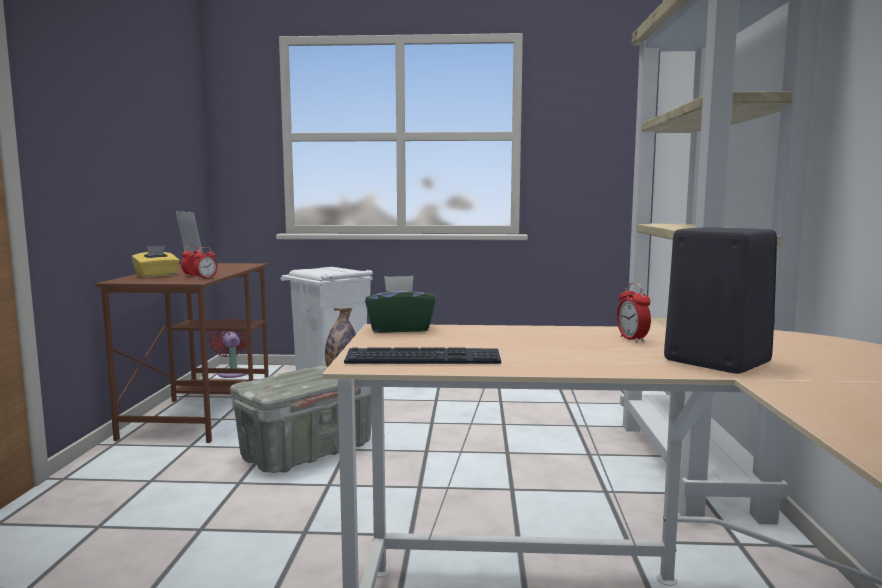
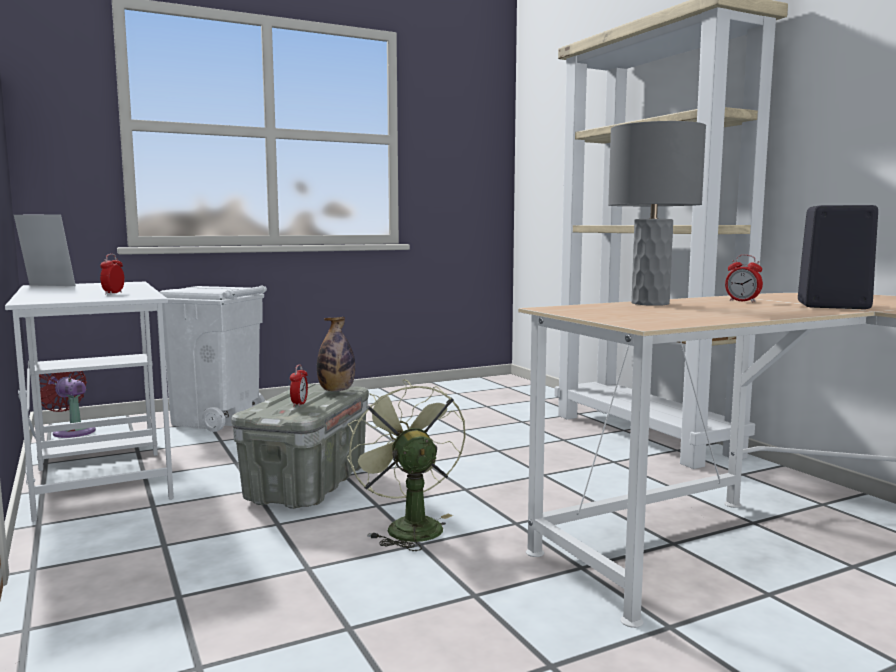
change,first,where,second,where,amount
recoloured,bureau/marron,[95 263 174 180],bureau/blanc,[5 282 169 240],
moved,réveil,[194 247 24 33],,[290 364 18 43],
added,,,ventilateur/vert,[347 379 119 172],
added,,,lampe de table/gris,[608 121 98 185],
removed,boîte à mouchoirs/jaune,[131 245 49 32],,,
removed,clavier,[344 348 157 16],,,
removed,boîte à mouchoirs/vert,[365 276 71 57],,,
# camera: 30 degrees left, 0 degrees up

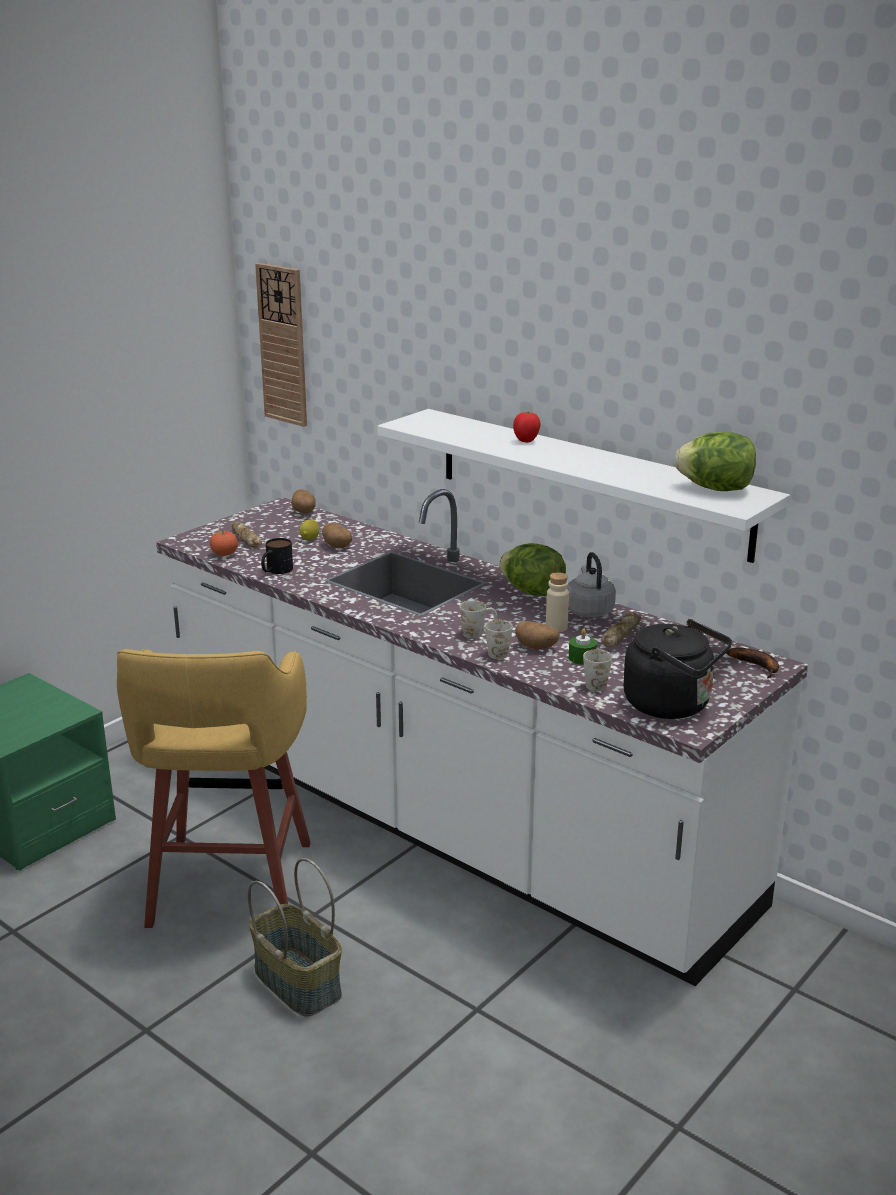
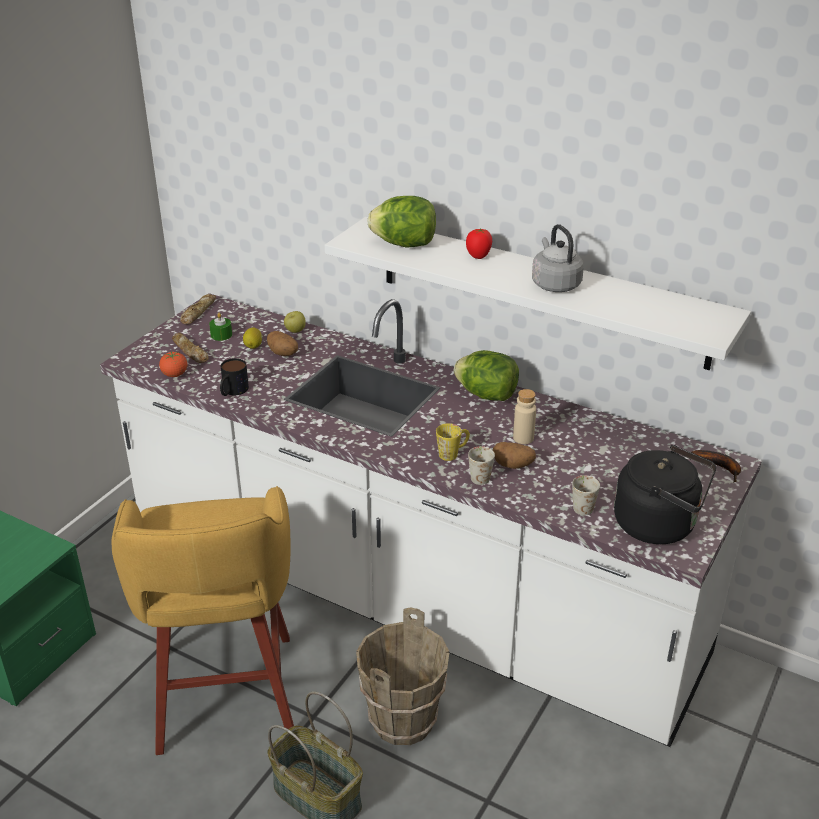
change,first,where,second,where,amount
moved,pain,[601 613 41 34],,[180 294 36 30],
moved,bougie/vert,[569 628 28 37],,[209 313 23 28],
added,,,pomme,[284 311 22 22],
added,,,seau/marron,[356 607 93 138],
moved,laitue,[675 432 81 59],,[367 196 69 51],
recoloured,mug/blanc,[460 600 37 39],mug/jaune,[436 423 34 38],
moved,bouilloire/gris,[566 552 50 65],,[532 224 52 68],
removed,horloge murale,[255 263 52 164],,,
removed,pomme de terre,[291 489 25 25],,,
# camera: 10 degrees left, 10 degrees up

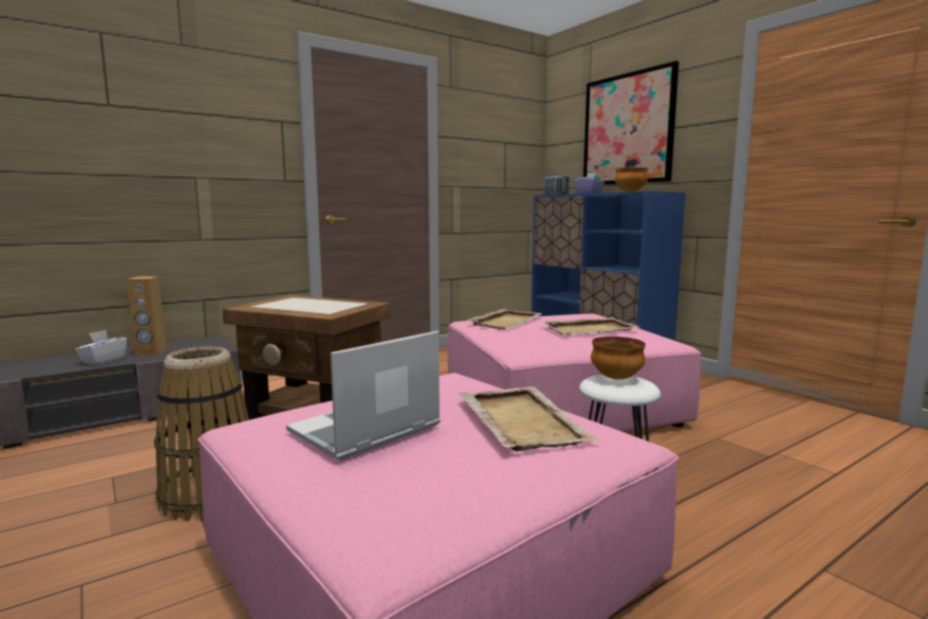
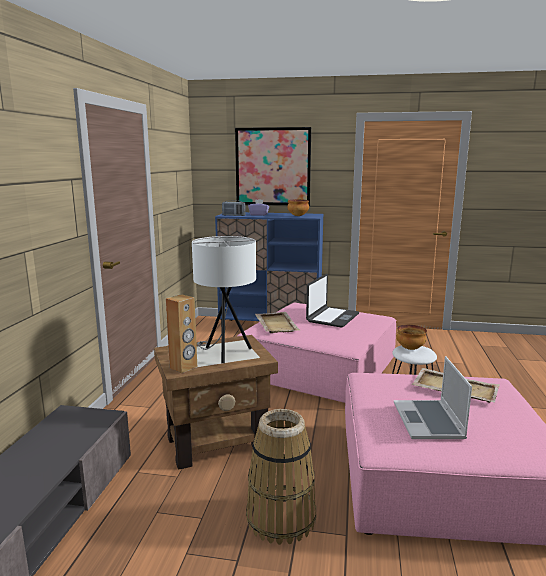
change,first,where,second,where,amount
moved,enceinte/marron,[127 276 40 80],,[166 294 31 79],
added,,,lampe de table/blanc,[192 236 64 127],
replaced,plateau/beige,[542 317 97 18],ordinateur portable,[306 274 53 54],
removed,boîte à mouchoirs/blanc,[76 330 51 35],,,
# camera: 45 degrees left, 5 degrees up

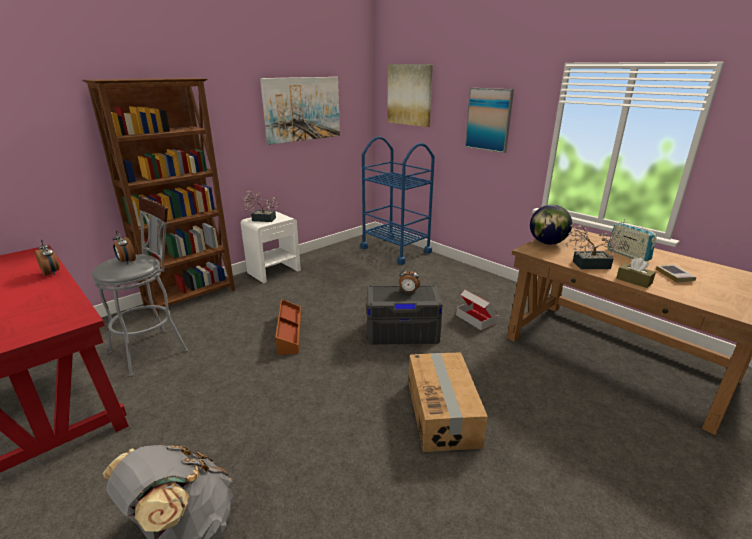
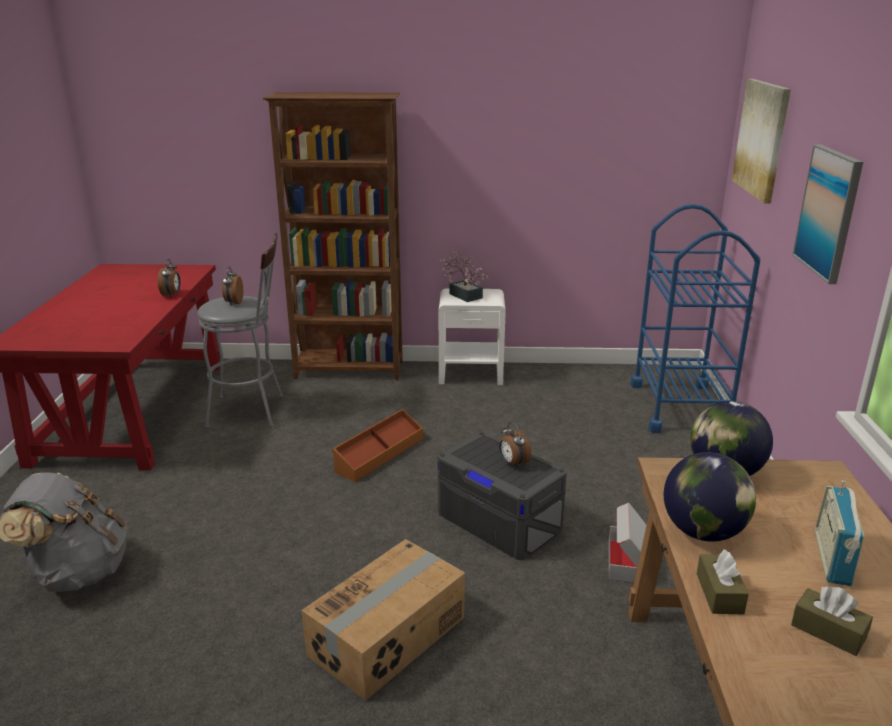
change,first,where,second,where,amount
replaced,plante en pot,[566 222 55 47],globe,[664 452 92 90],
replaced,livre,[656 265 40 17],boîte à mouchoirs/marron,[791 586 82 70],
removed,tableau,[260 77 80 68],,,
# camera: 45 degrees right, 0 degrees up

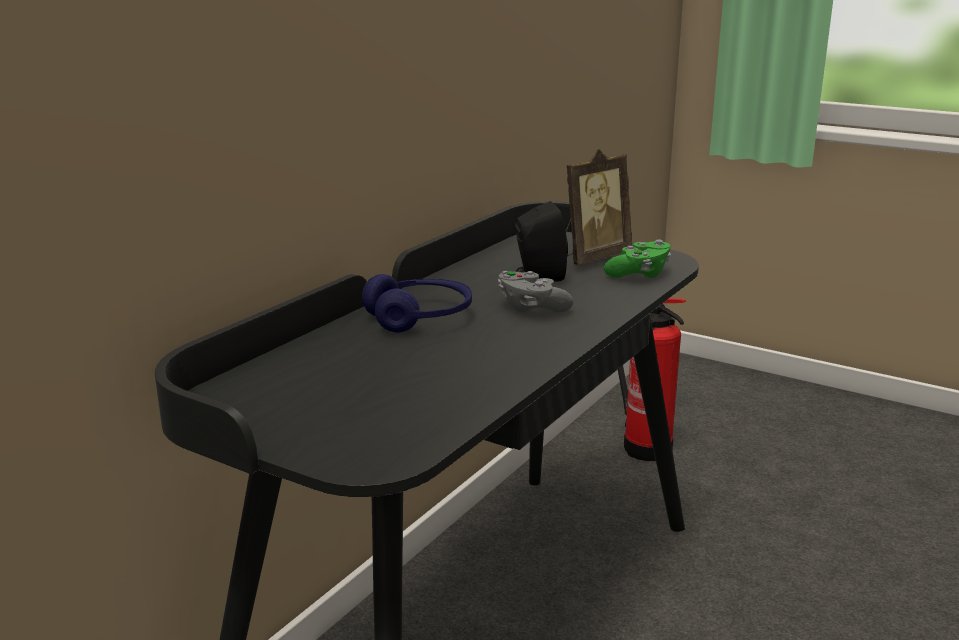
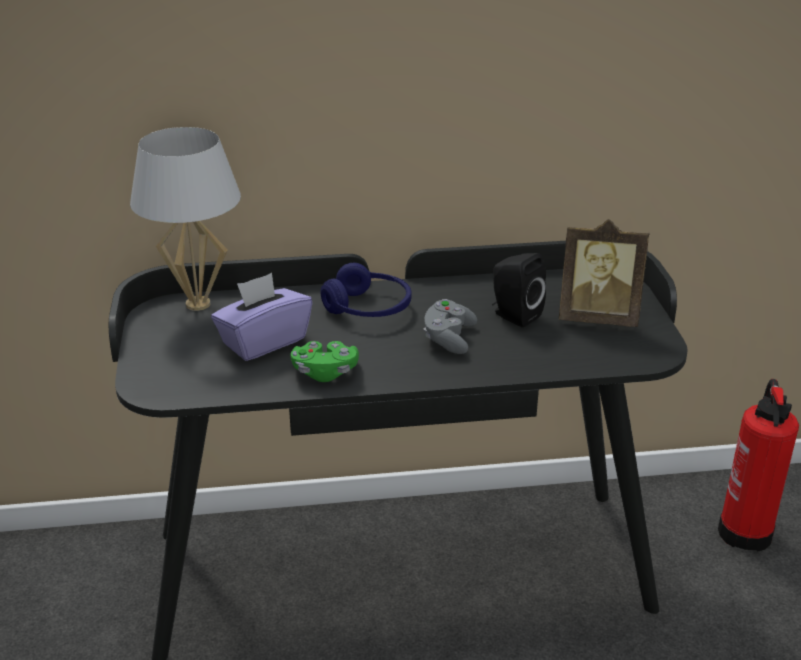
change,first,where,second,where,amount
added,,,lampe de table/blanc,[130 127 111 184],
added,,,boîte à mouchoirs/violet,[211 273 101 88],
moved,manette/vert,[604 240 67 38],,[291 341 68 41],
# camera: 50 degrees right, 10 degrees up

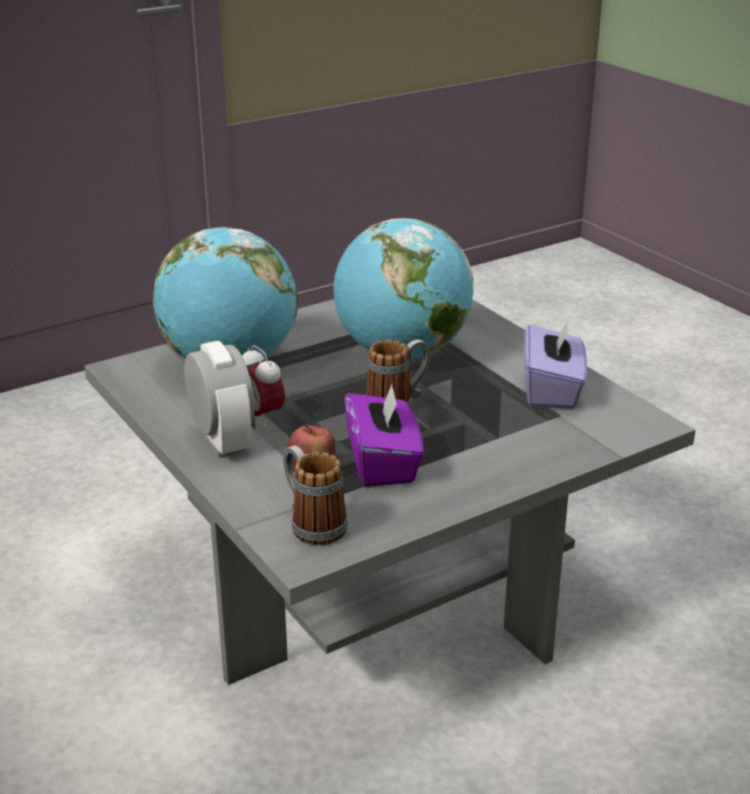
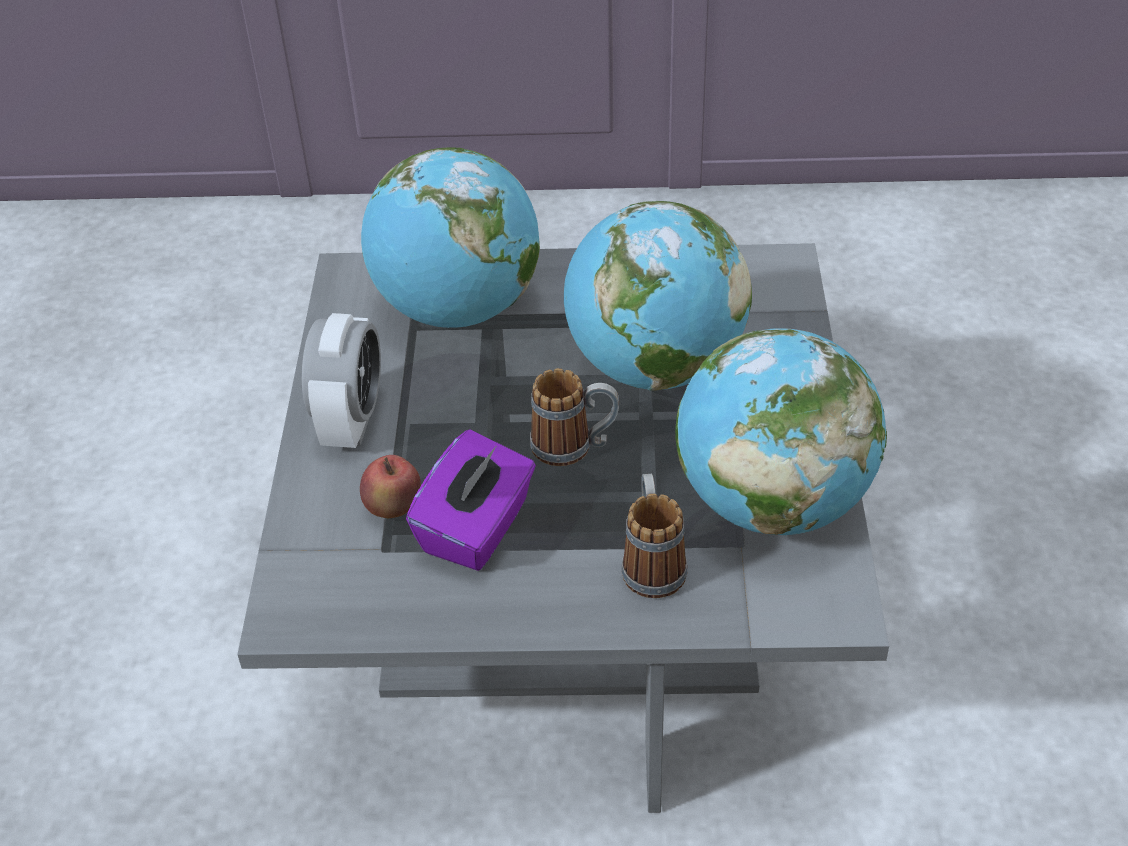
change,first,where,second,where,amount
moved,mug,[283 445 65 100],,[622 473 65 125],
replaced,boîte à mouchoirs/violet,[524 320 63 89],globe,[675 328 212 207],
removed,réveil,[242 345 43 81],,,
# camera: 35 degrees right, 15 degrees up

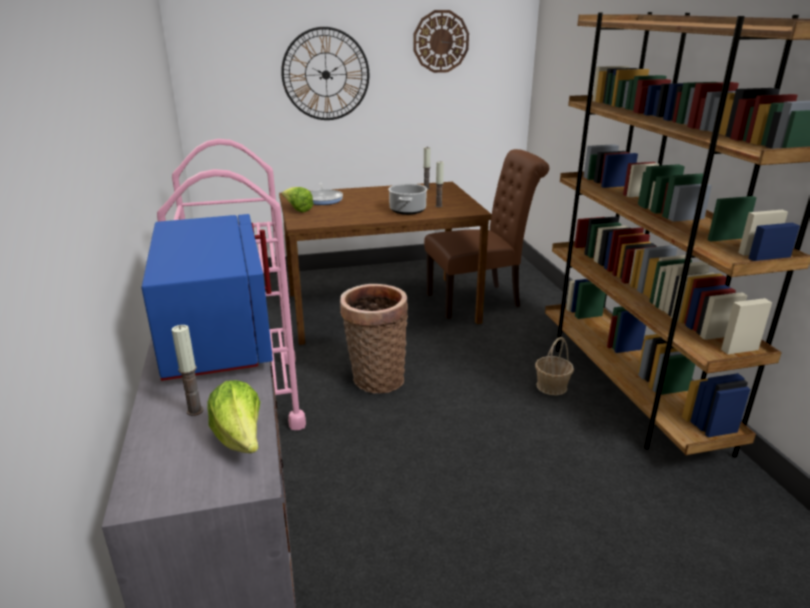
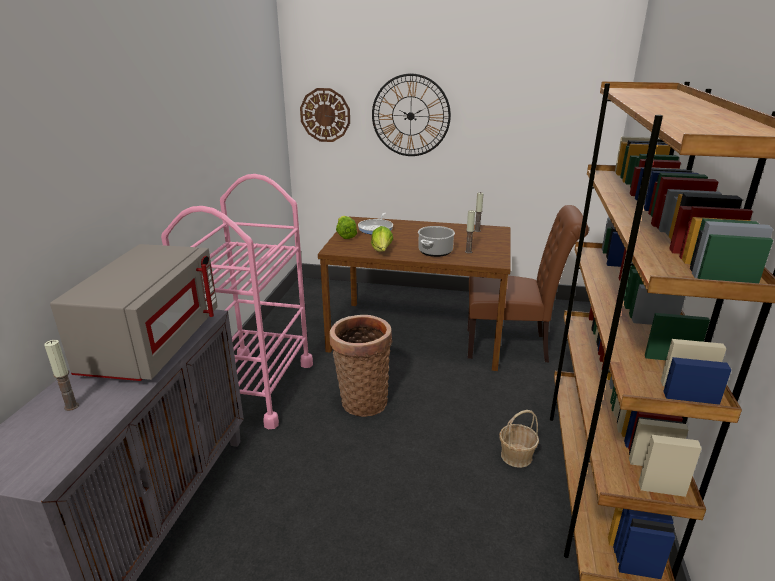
change,first,where,second,where,amount
recoloured,micro-ondes/bleu,[141 214 132 167],micro-ondes/gris,[50 244 168 137],
moved,horloge murale,[413 10 56 63],,[300 88 50 54],
moved,laitue,[207 380 53 73],,[371 226 22 26],
# camera: 25 degrees right, 0 degrees up

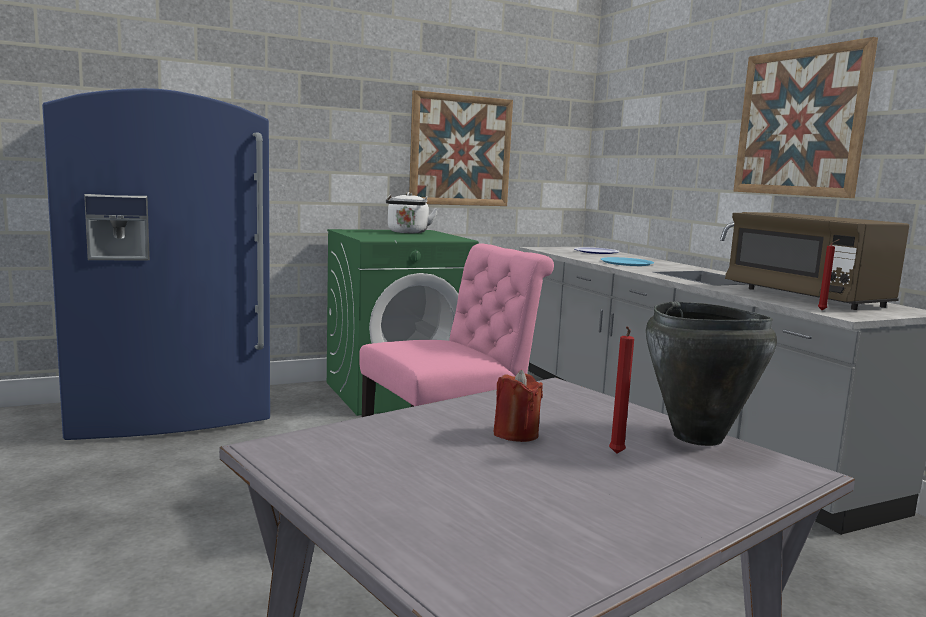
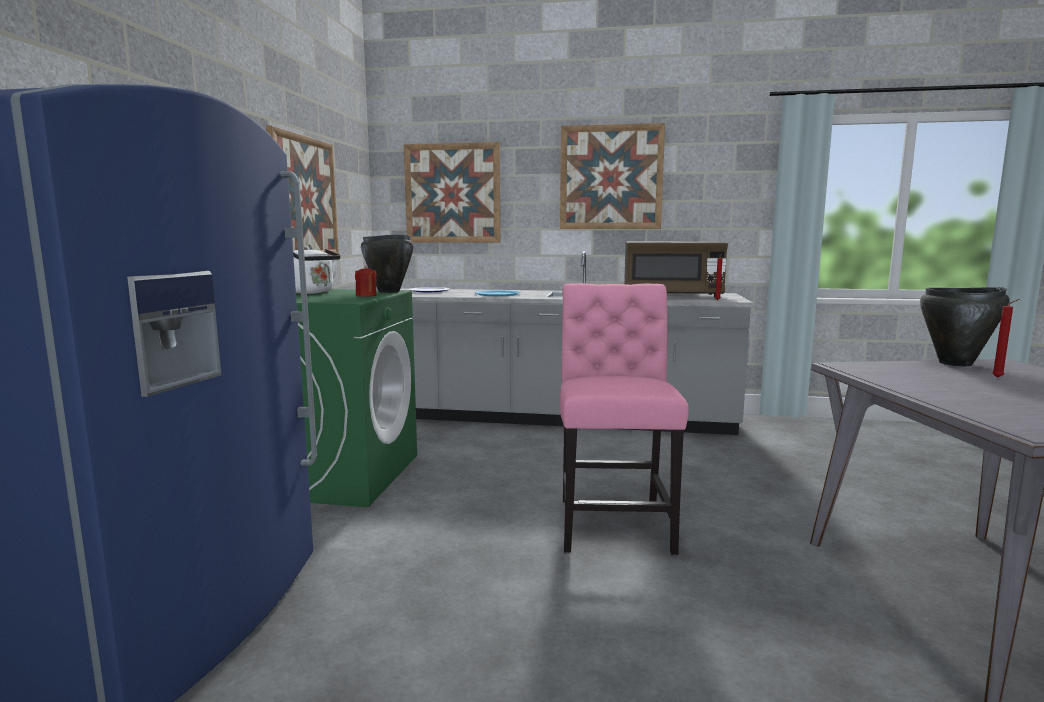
change,first,where,second,where,amount
moved,bougie/rouge,[493 370 50 72],,[355 266 22 31],
added,,,marmite/noir,[361 234 53 59],
added,,,tableau,[404 142 96 101],
# camera: 55 degrees left, 0 degrees up

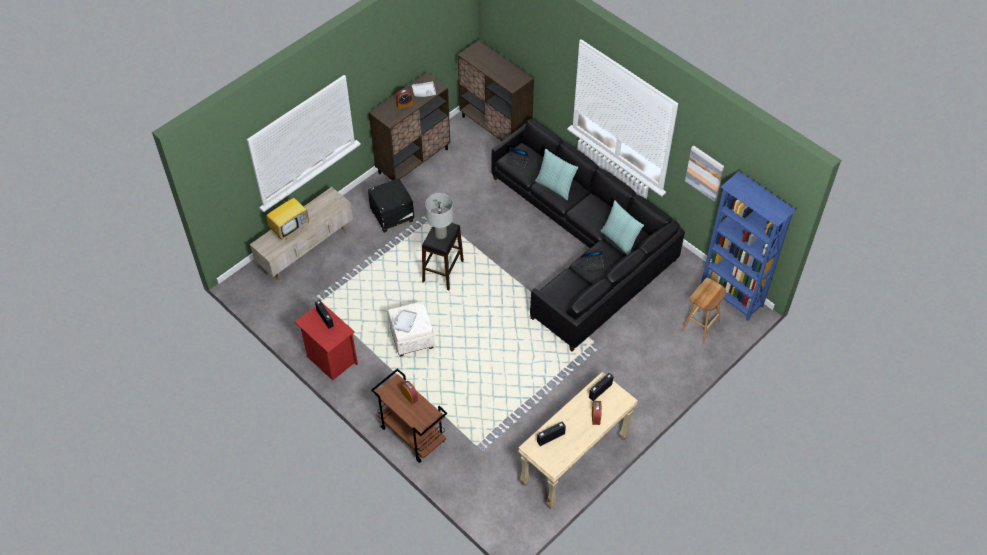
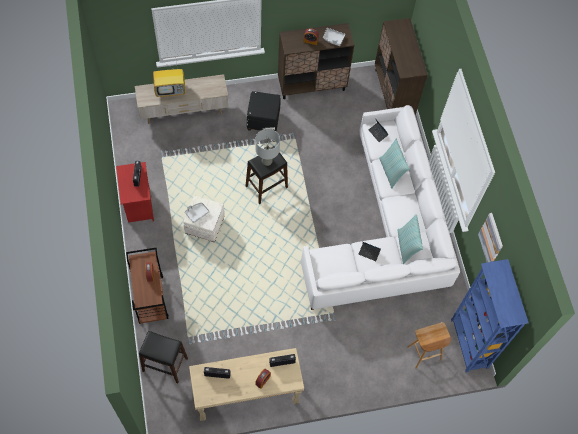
change,first,where,second,where,amount
added,,,tabouret/noir,[139 331 49 52],
recoloured,canapé/noir,[491 119 194 233],canapé/blanc,[301 105 159 205],
# camera: 30 degrees right, 10 degrees up

